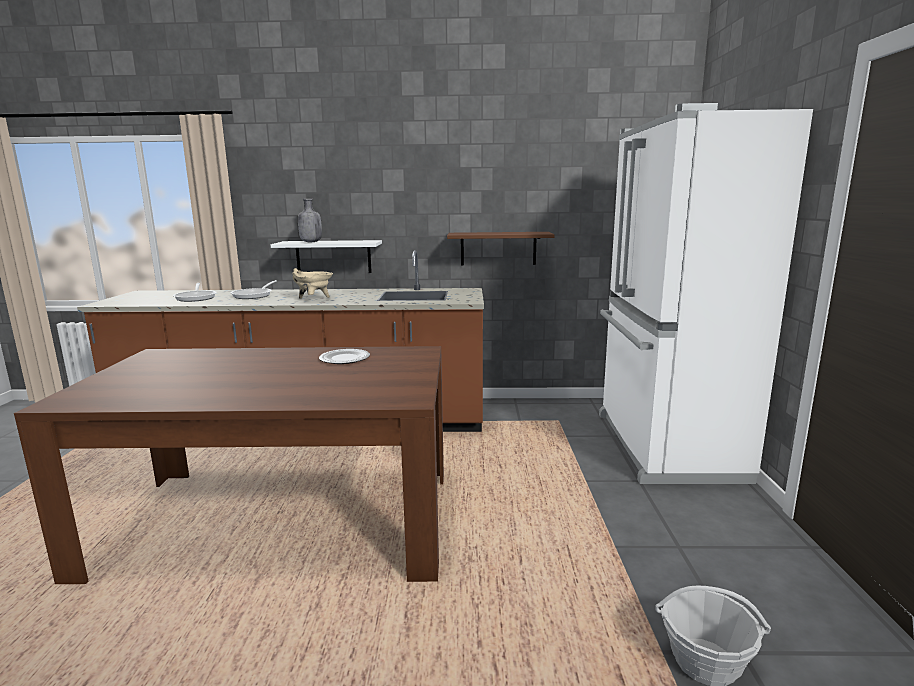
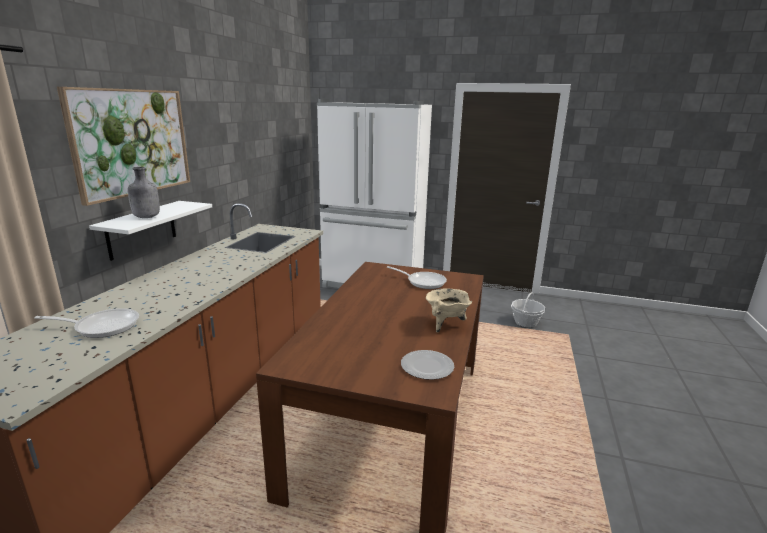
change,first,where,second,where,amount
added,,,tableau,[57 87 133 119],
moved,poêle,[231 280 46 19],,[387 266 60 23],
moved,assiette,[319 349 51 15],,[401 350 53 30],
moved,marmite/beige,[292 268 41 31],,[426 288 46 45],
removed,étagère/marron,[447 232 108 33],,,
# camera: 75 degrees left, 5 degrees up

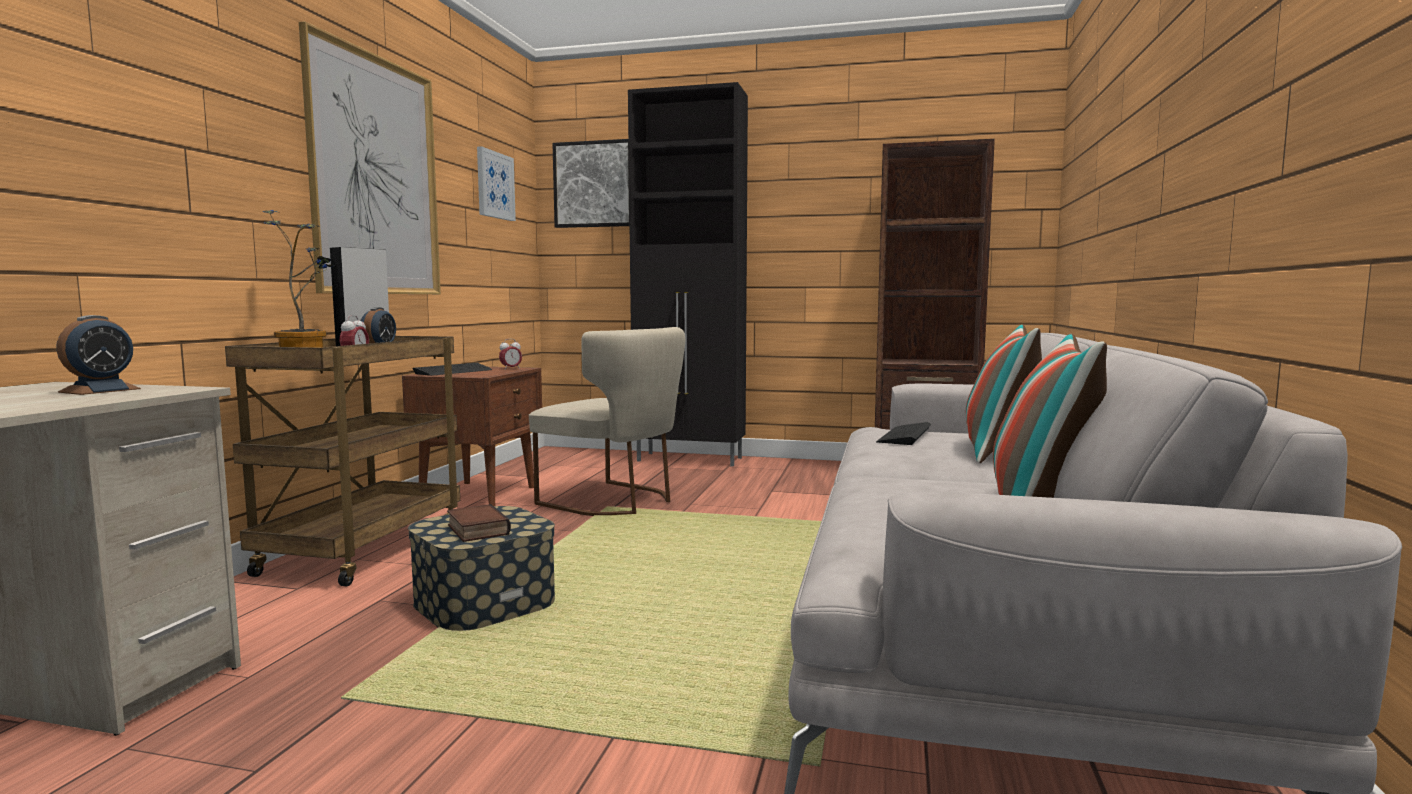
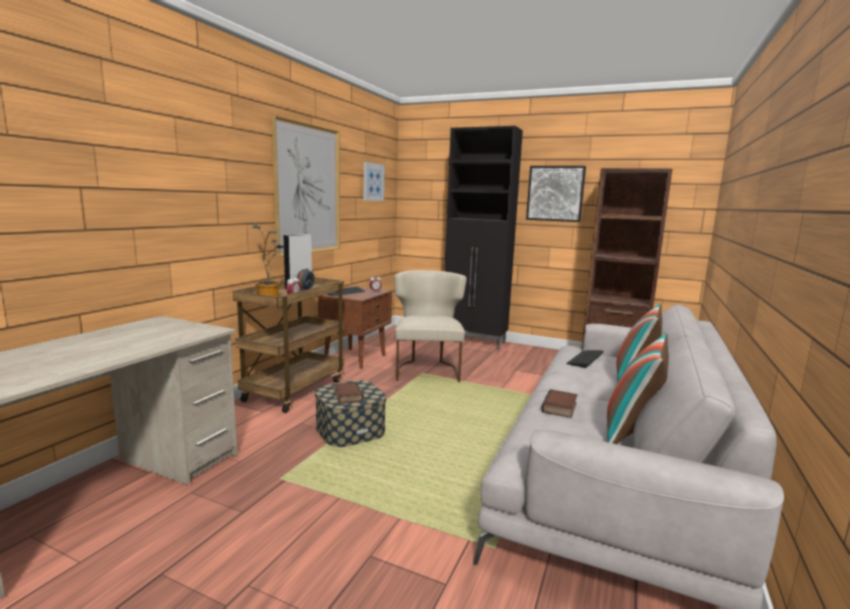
change,first,where,second,where,amount
turned,chaise/beige,[529 327 156 189],,[394 270 73 112],135 degrees counterclockwise
moved,tableau,[552 139 78 89],,[526 166 60 56],
added,,,livre,[541 389 36 29],
removed,réveil,[56 315 85 80],,,
# camera: 10 degrees right, 5 degrees up

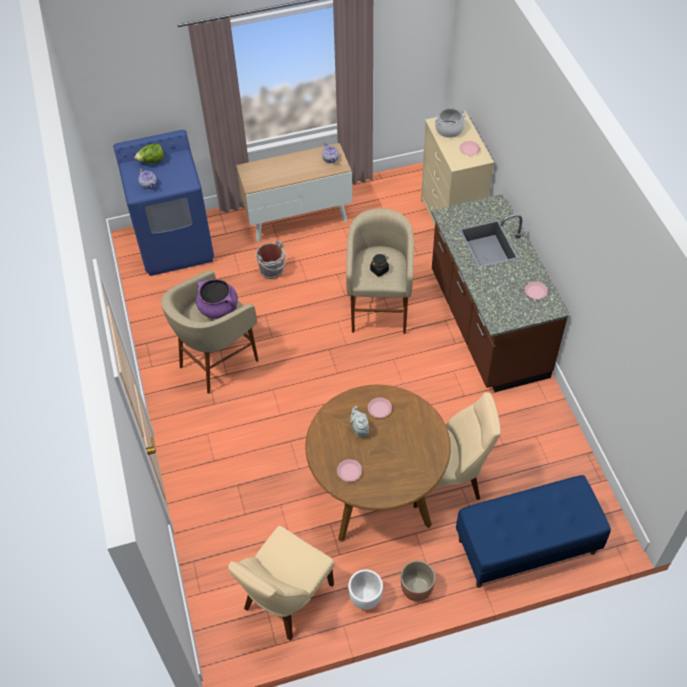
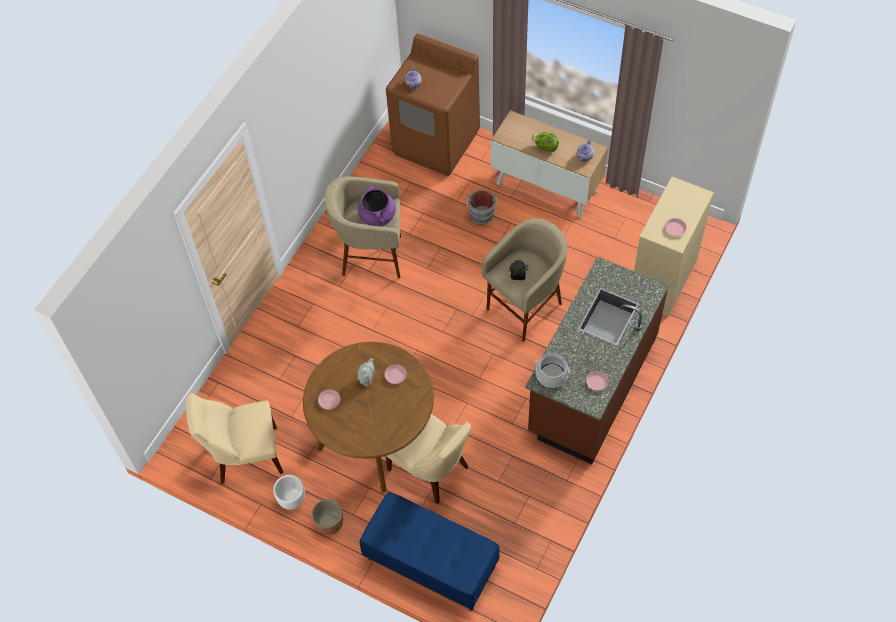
change,first,where,second,where,amount
recoloured,lave-linge/bleu,[113 130 101 146],lave-linge/marron,[386 34 94 142],
moved,laitue,[135 143 29 20],,[532 132 27 20],
moved,marmite,[435 107 31 31],,[535 353 36 35],
# camera: 45 degrees right, 5 degrees up

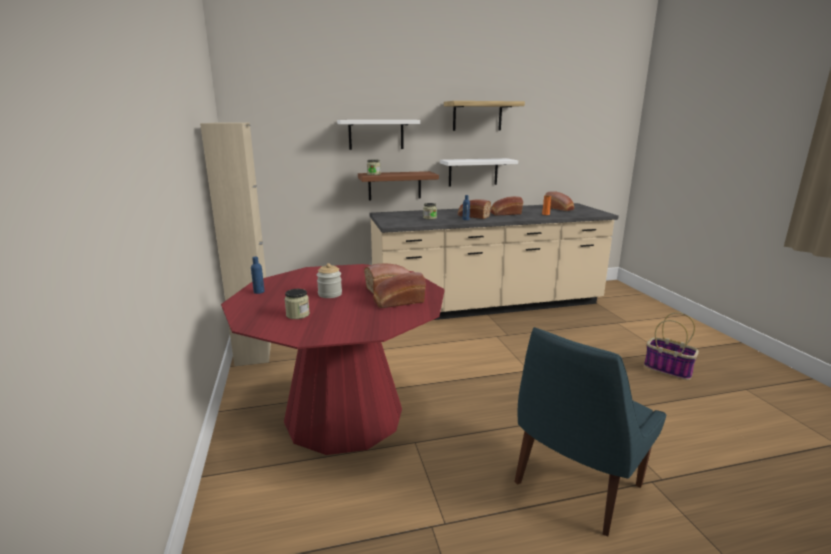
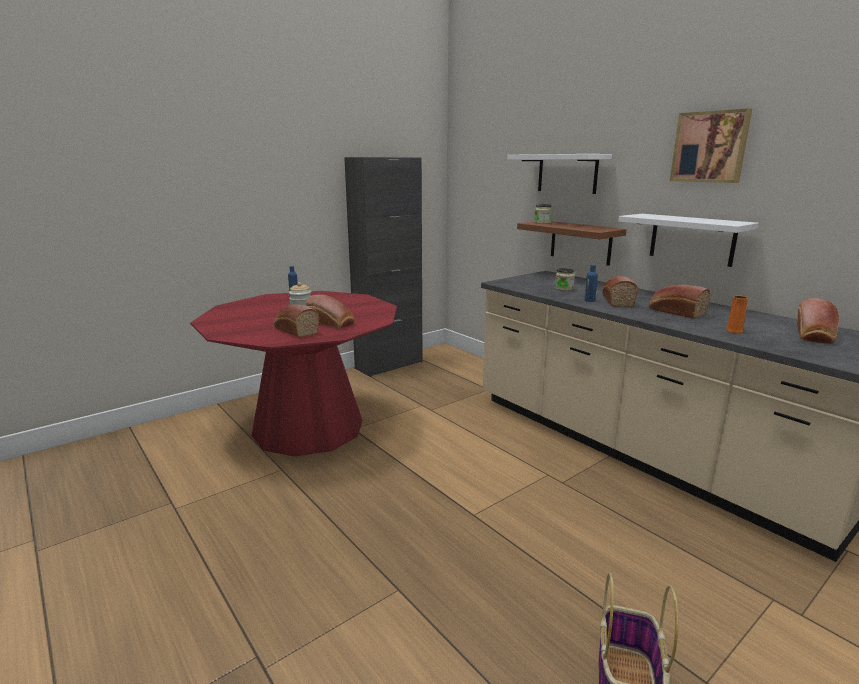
change,first,where,second,where,amount
recoloured,meuble de rangement/beige,[200 122 71 244],meuble de rangement/noir,[344 157 79 220],
replaced,étagère,[444 101 81 30],tableau,[670 108 82 75],
removed,bocal,[285 289 25 30],,,
removed,chaise/bleu,[514 327 152 209],,,
# camera: 65 degrees right, 0 degrees up

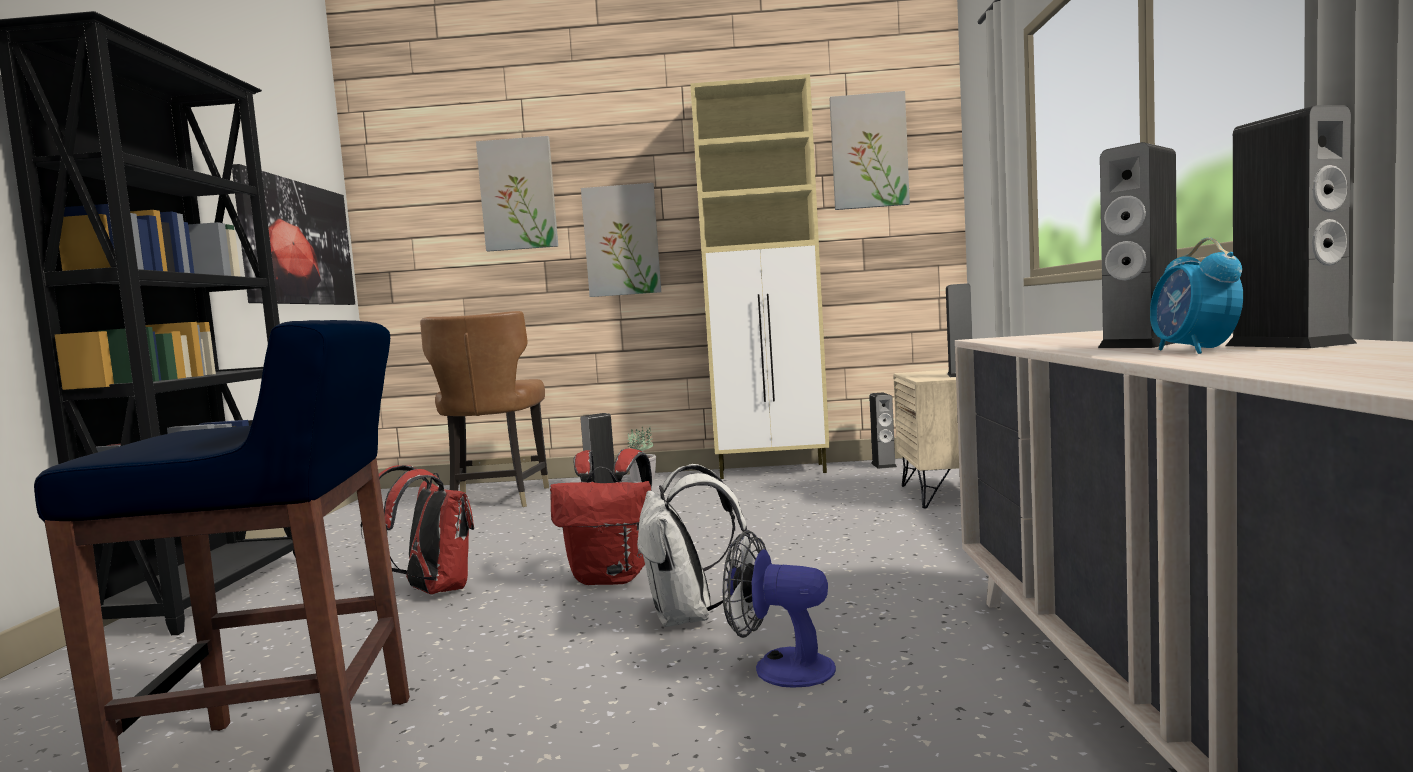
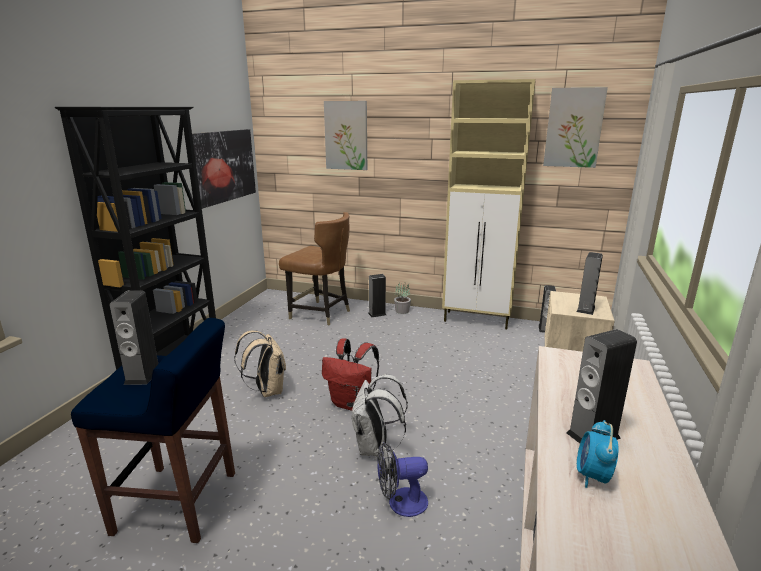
change,first,where,second,where,amount
moved,enceinte,[1226 105 132 243],,[109 291 49 94],
recoloured,sac à dos/rouge,[361 465 113 129],sac à dos/beige,[234 330 52 67],
turned,chaise/marron,[420 311 129 196],,[279 212 71 114],75 degrees counterclockwise
turned,ventilateur,[723 530 113 158],,[377 443 51 74],45 degrees counterclockwise
removed,tableau,[581 183 80 114],,,
# camera: 15 degrees right, 15 degrees up

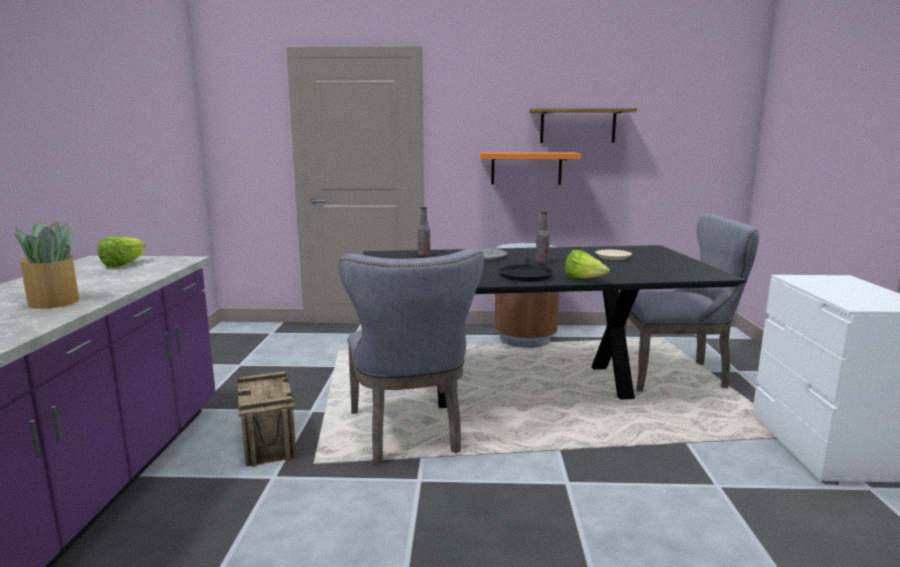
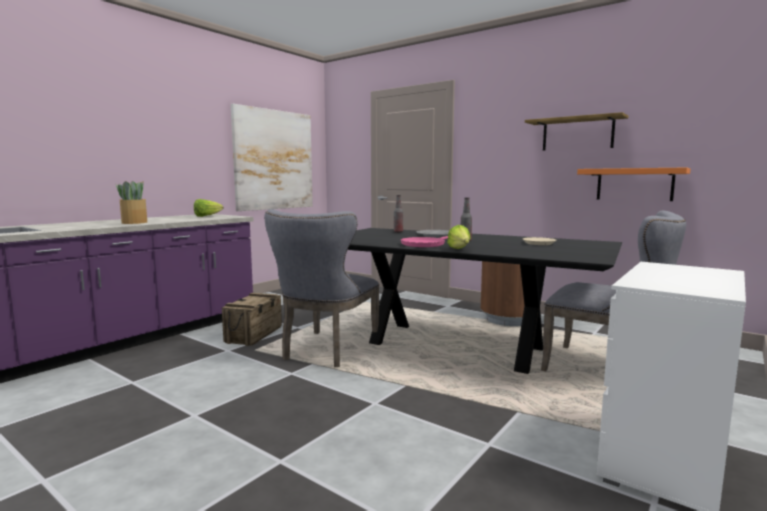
change,first,where,second,where,amount
added,,,tableau,[231 104 82 107],
recoloured,poêle/noir,[499 257 55 25],poêle/rose,[401 236 47 11],
moved,étagère/orange,[480 152 101 32],,[577 167 114 34],
# camera: 35 degrees right, 5 degrees down

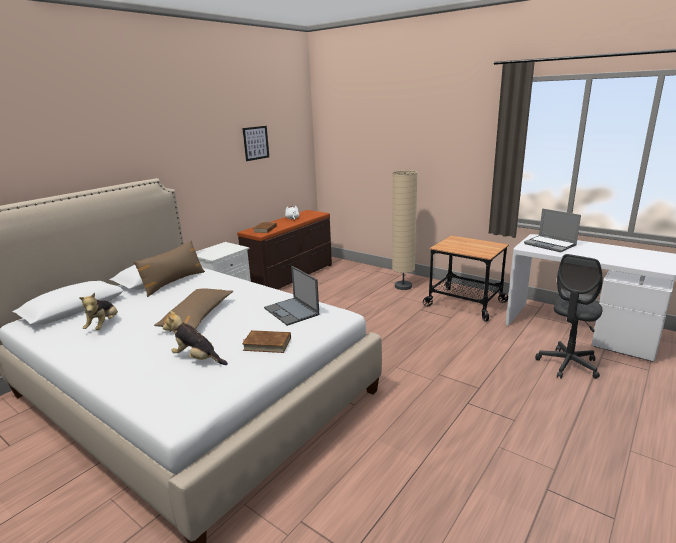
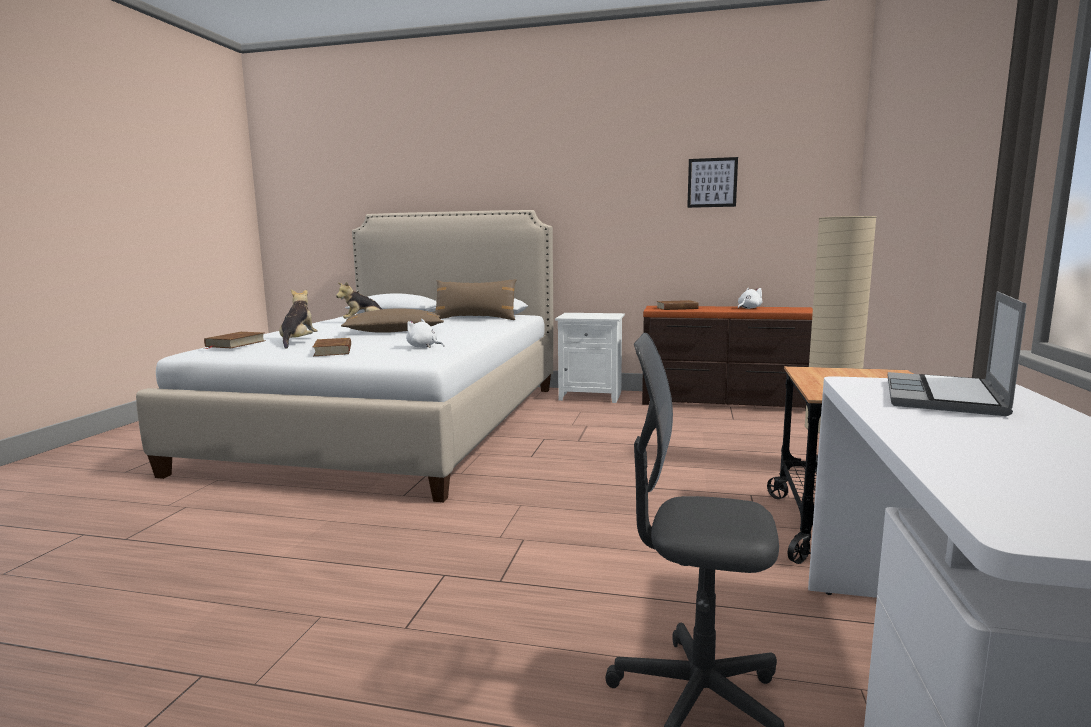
change,first,where,second,where,amount
added,,,livre/marron,[204 332 61 17],
replaced,ordinateur portable,[264 266 56 60],peluche/blanc,[406 319 38 29],
# camera: 65 degrees right, 10 degrees down

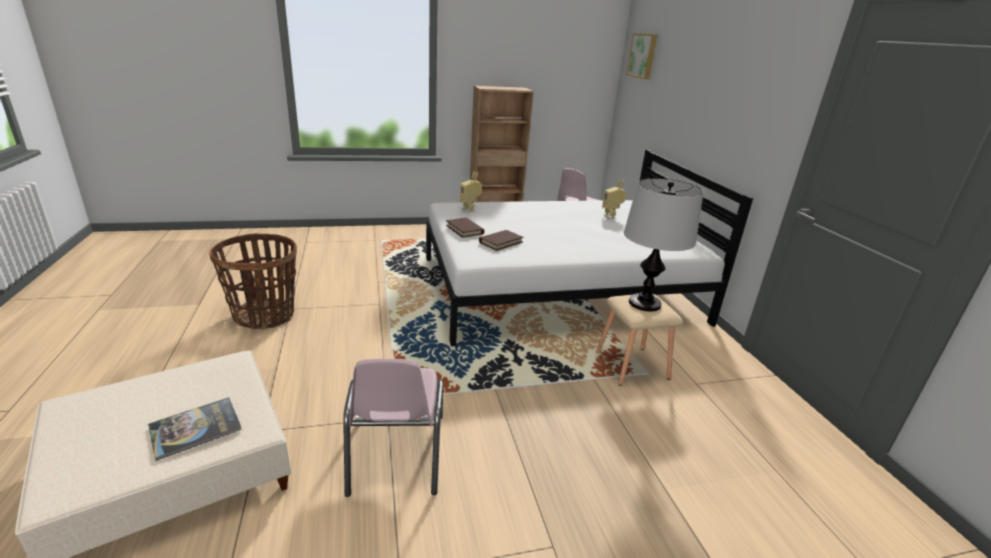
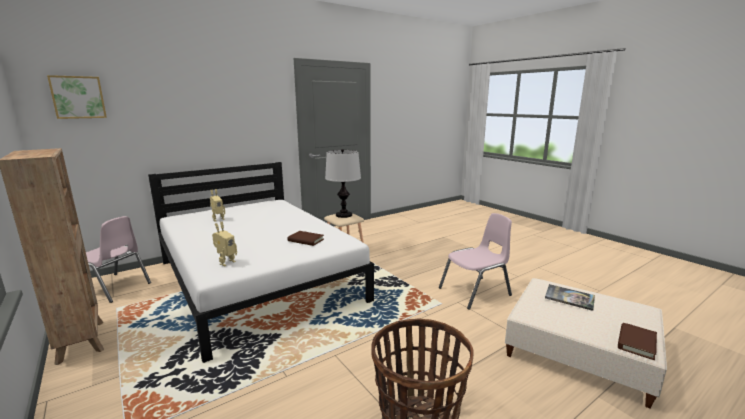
change,first,where,second,where,amount
moved,livre/marron,[446 218 38 20],,[618 323 39 37],
# camera: 110 degrees left, 10 degrees down

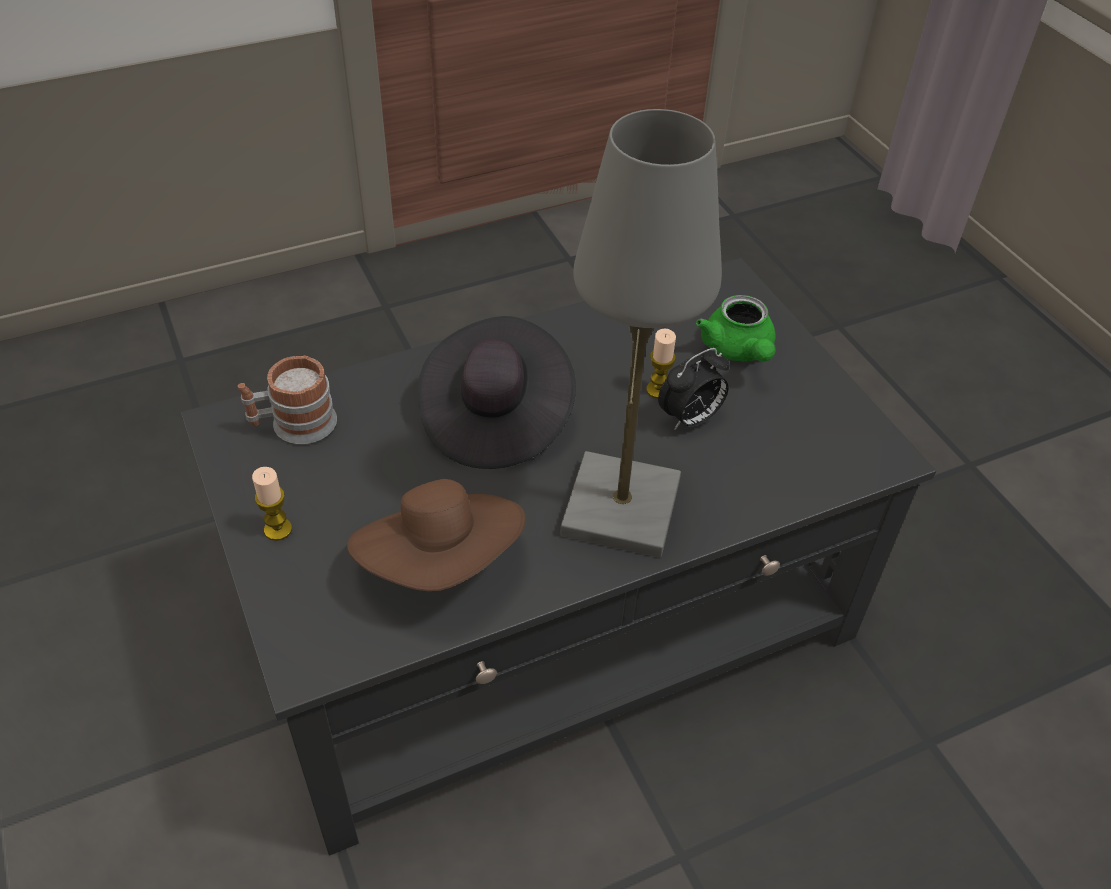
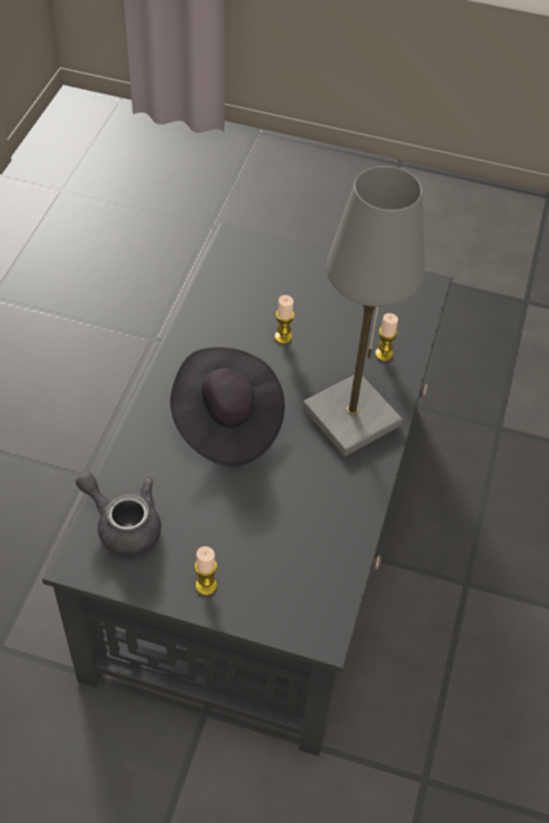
change,first,where,second,where,amount
replaced,mug,[238 355 99 89],théière/gris,[75 472 86 84],
added,,,bougie,[375 313 23 48],
removed,chapeau/marron,[347 479 179 112],,,
removed,réveil,[658 348 72 82],,,
removed,théière/vert,[696 295 80 67],,,
# camera: 50 degrees left, 5 degrees up

